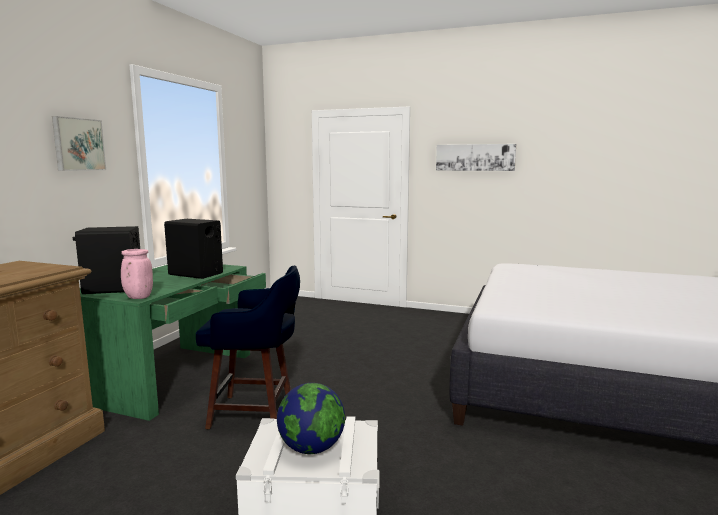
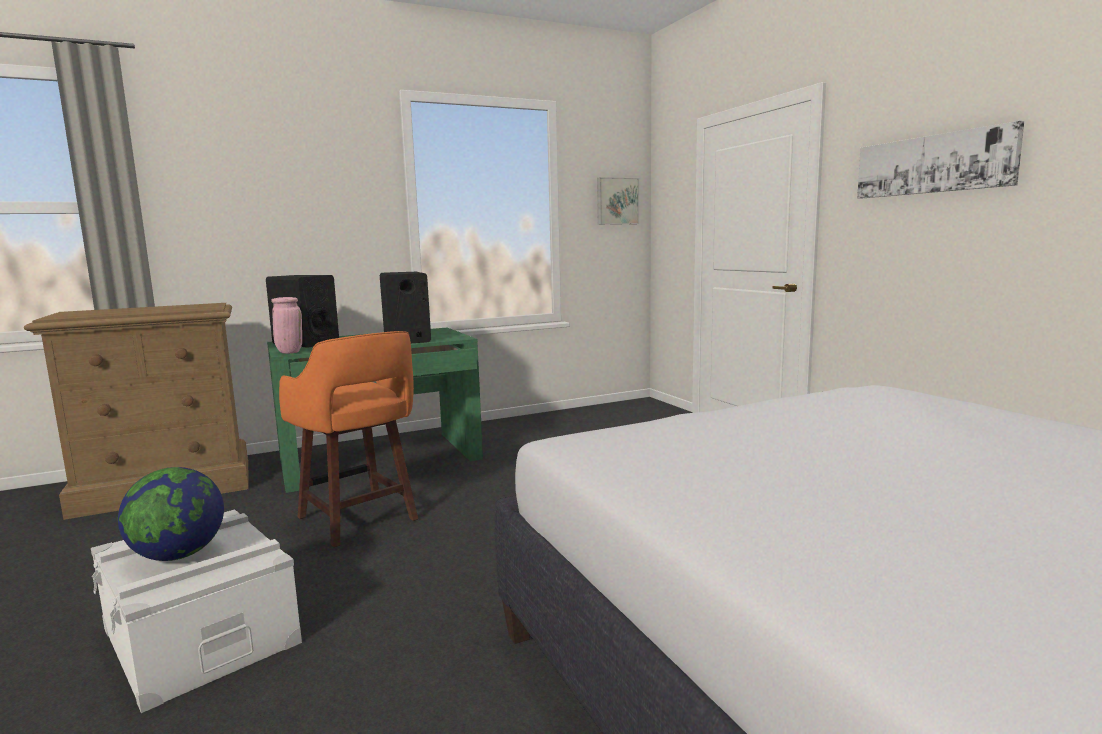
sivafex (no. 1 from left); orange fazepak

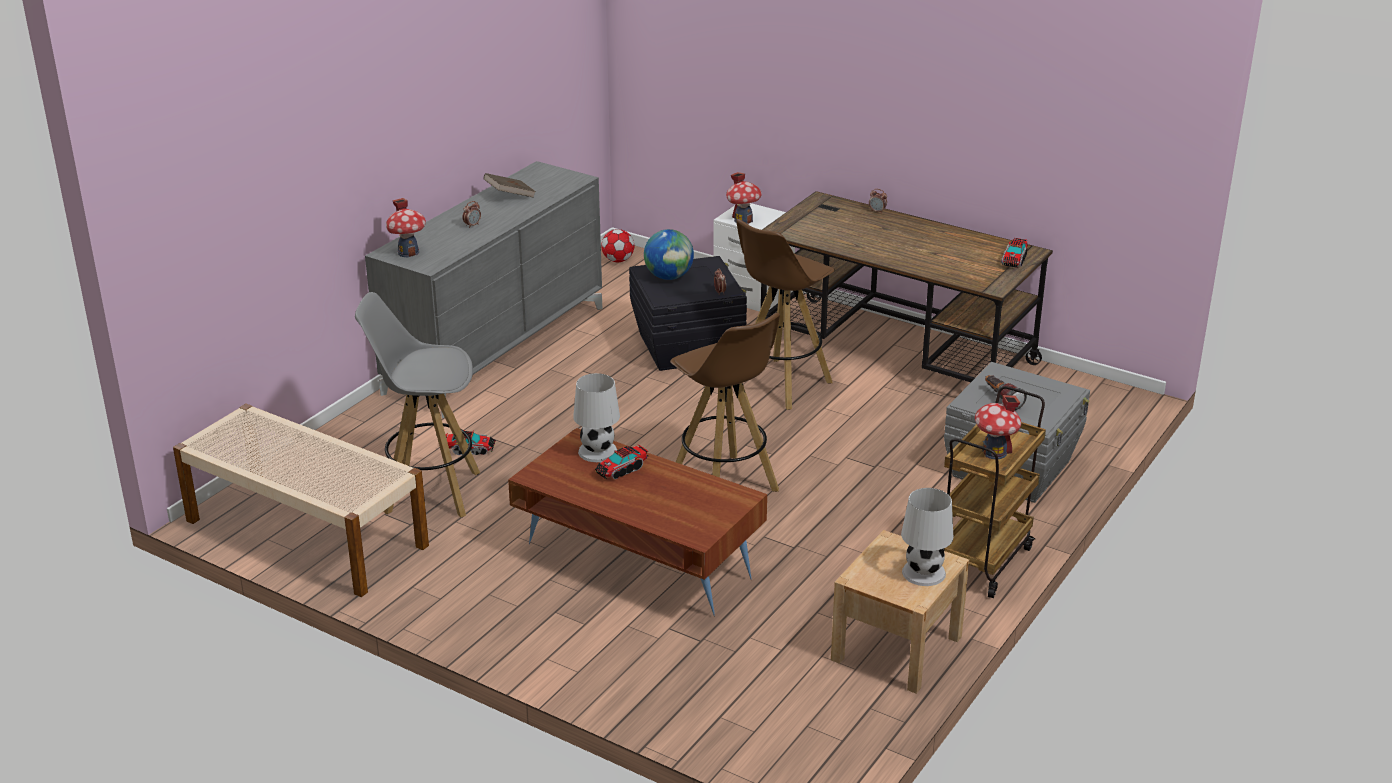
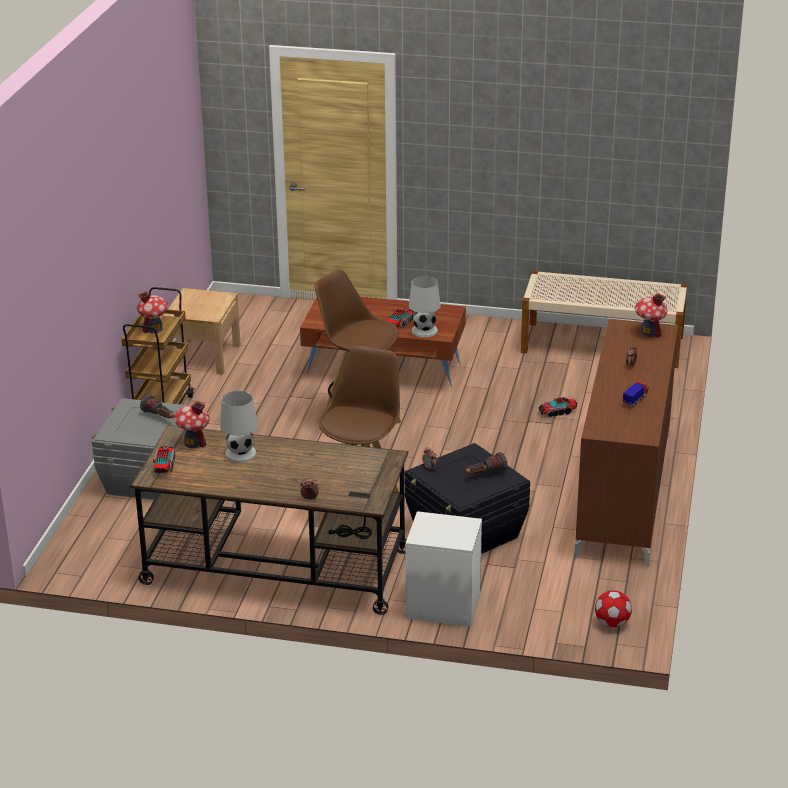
grey fazepak; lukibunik (no. 2 from left); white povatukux (no. 1 from left); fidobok (no. 4 from left); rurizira (no. 2 from left); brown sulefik

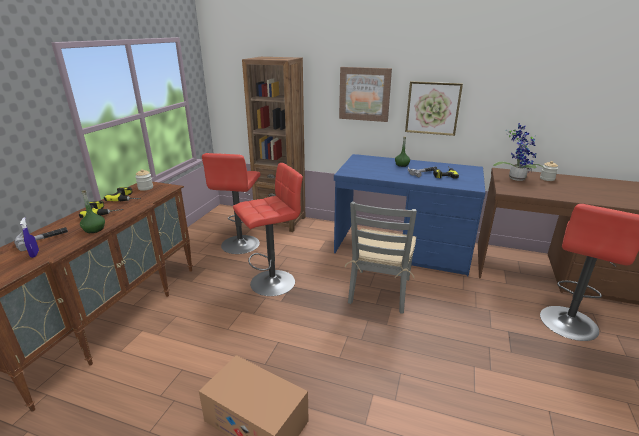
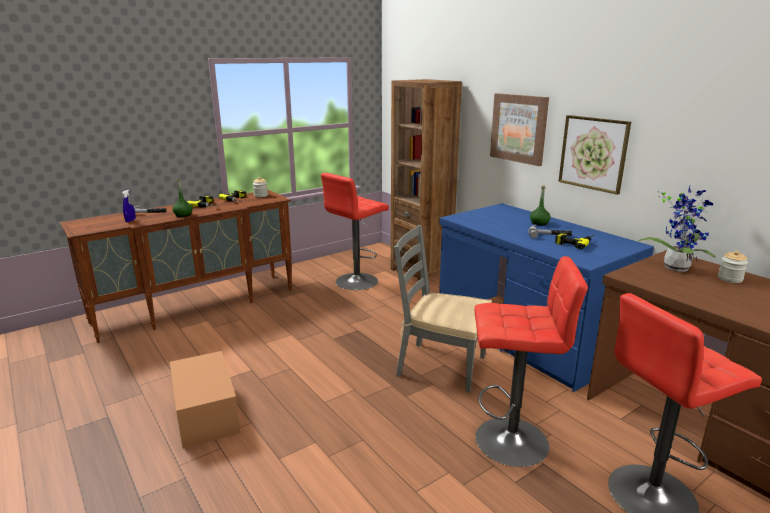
red fazepak (no. 2 from left); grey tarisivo

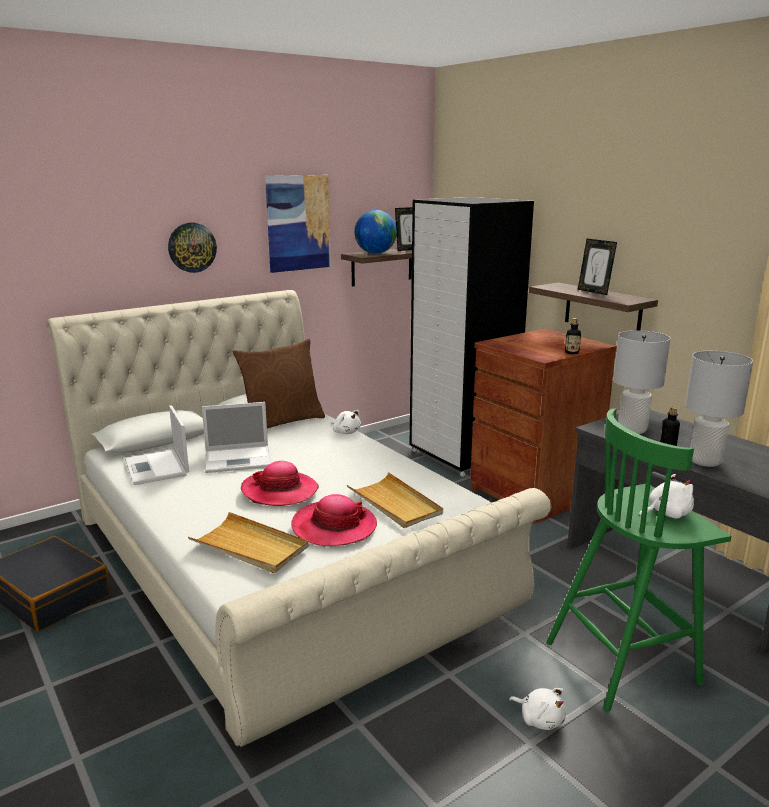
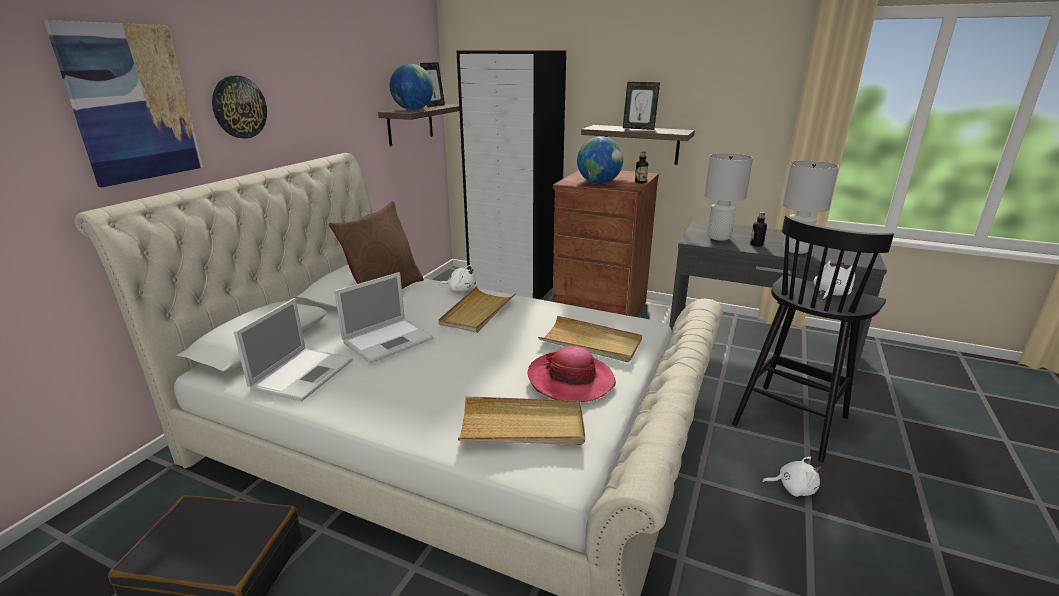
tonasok (no. 1 from left in the first image); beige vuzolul (no. 1 from left); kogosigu (no. 2 from left); sivafex; black fazepak; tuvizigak (no. 1 from left)

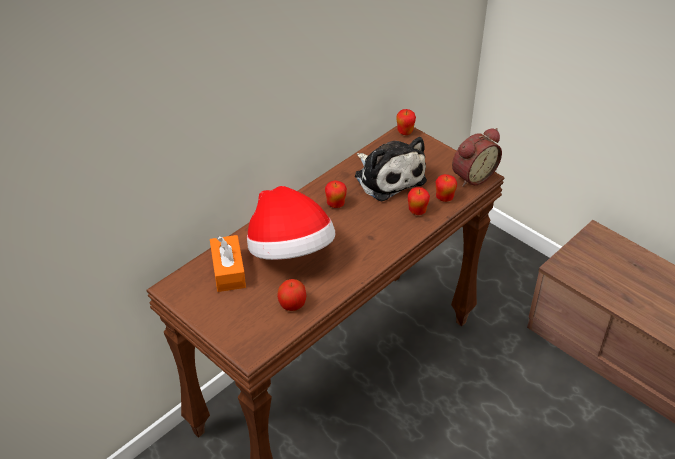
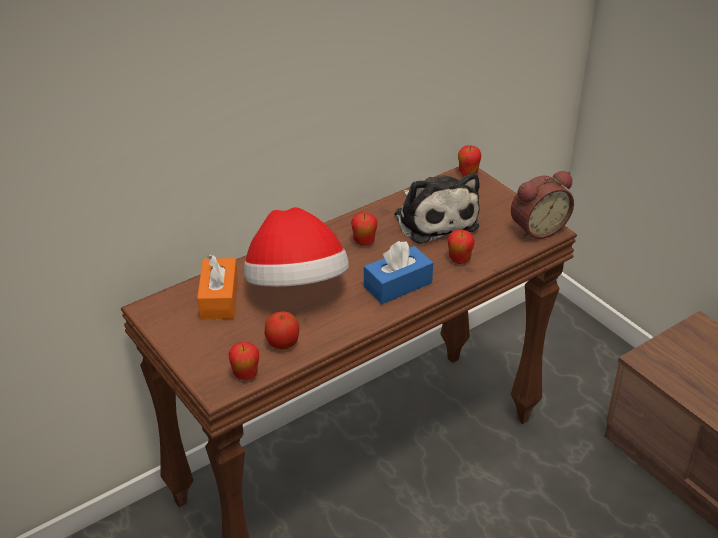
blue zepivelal; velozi (no. 1 from left)

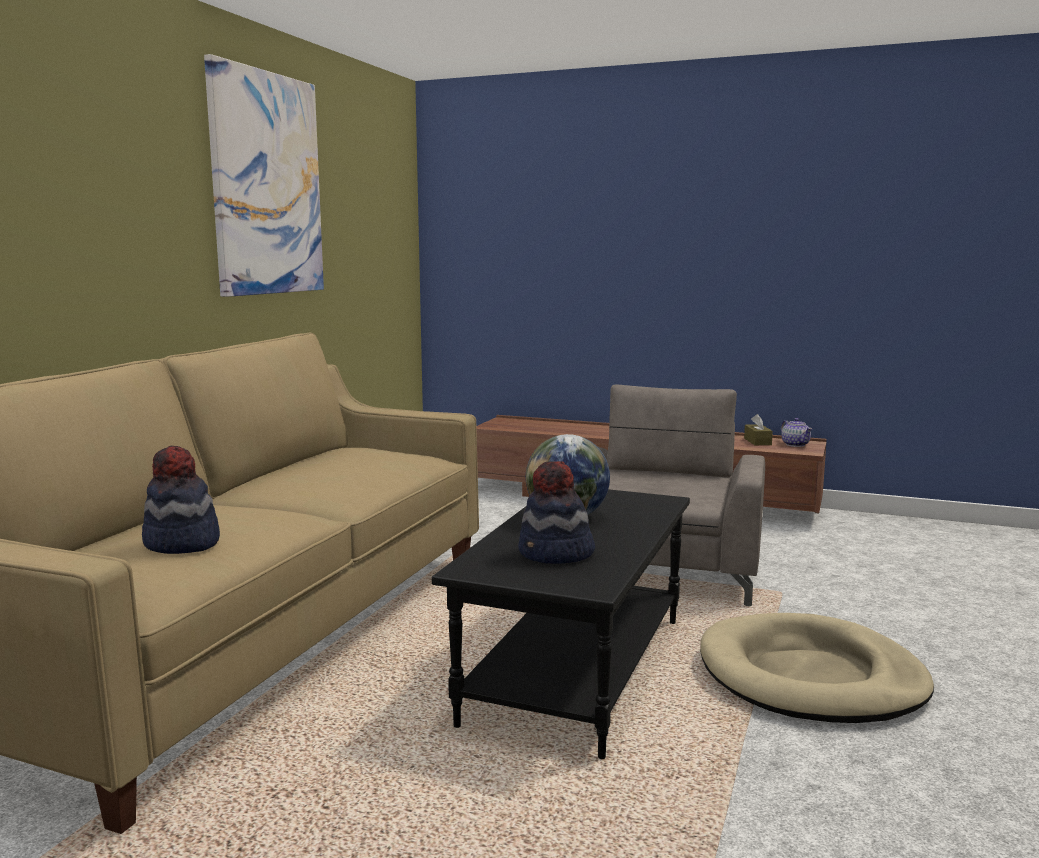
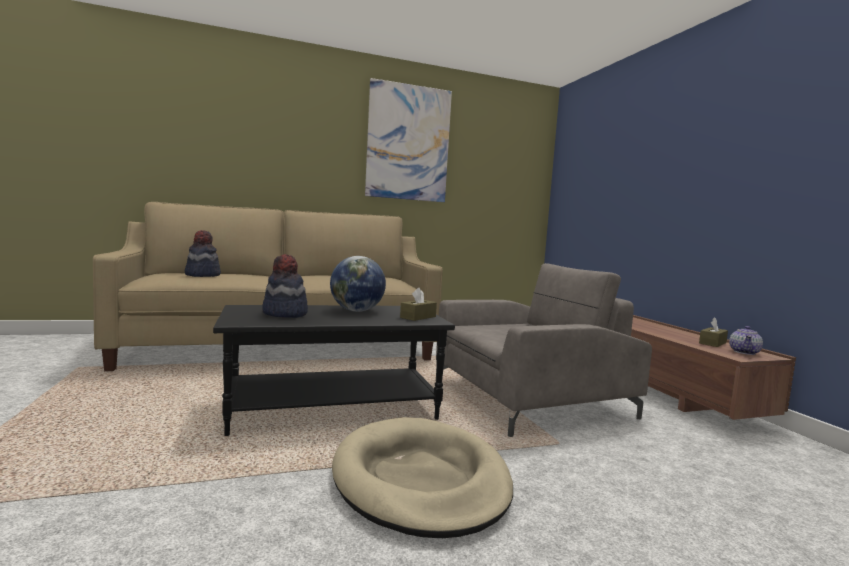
brown zepivelal (no. 1 from left)

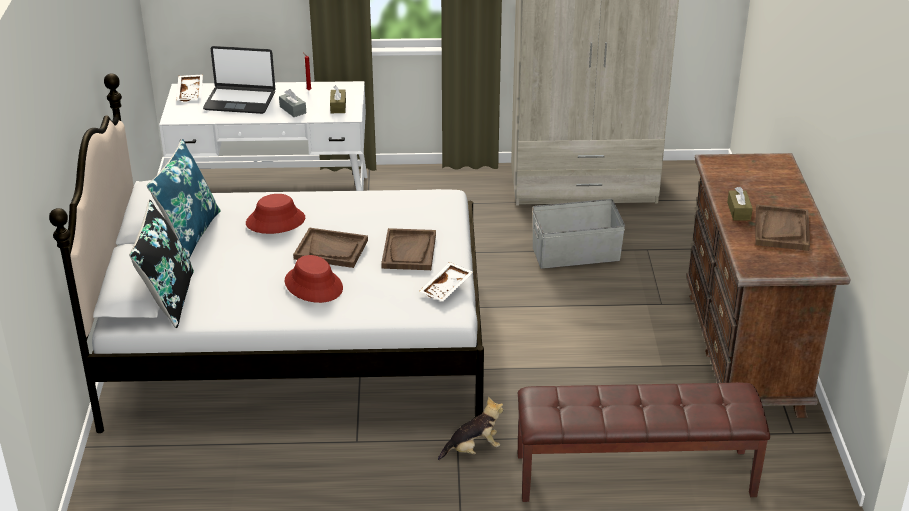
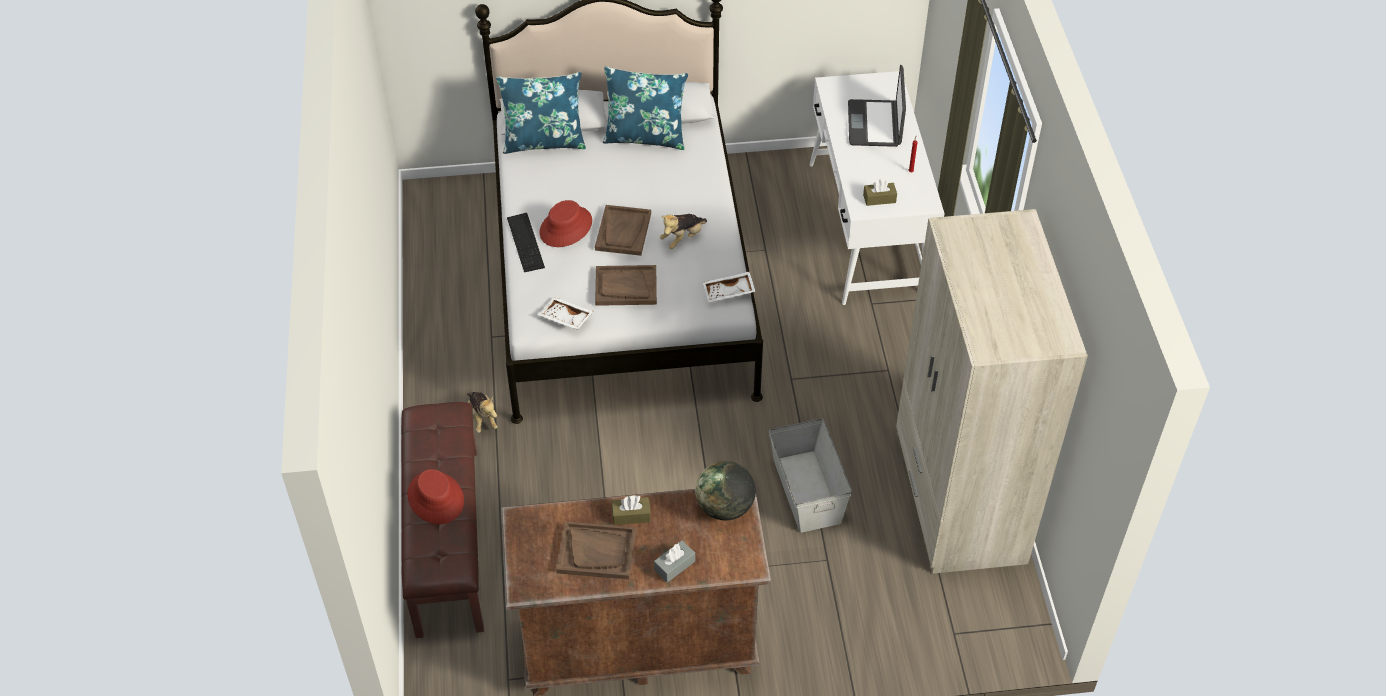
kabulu; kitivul (no. 2 from left); kogosigu; white vuzolul (no. 2 from left); red tonasok (no. 1 from left); grey zepivelal; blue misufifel (no. 1 from left)

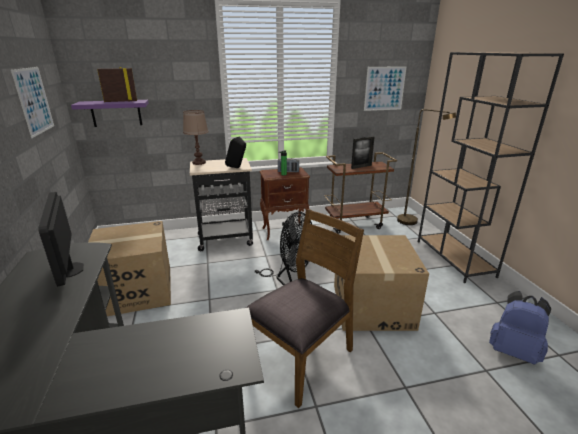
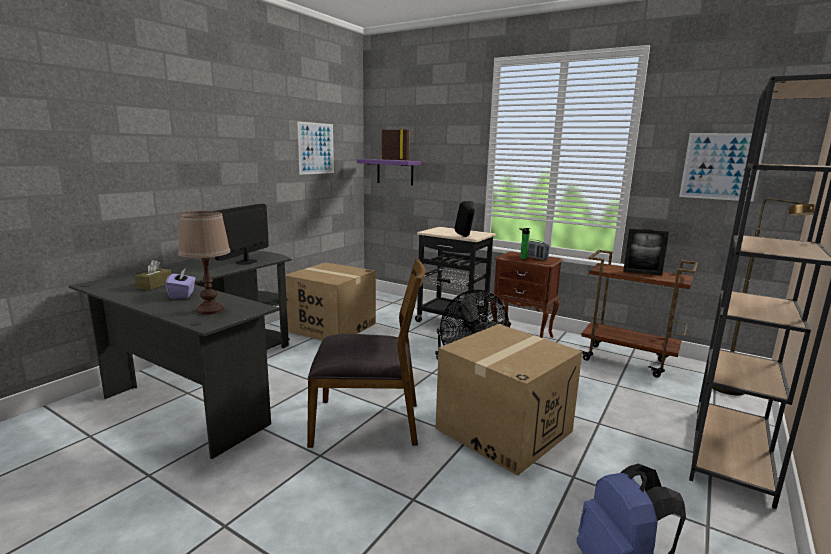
brown zepivelal; purple zepivelal; brown povatukux

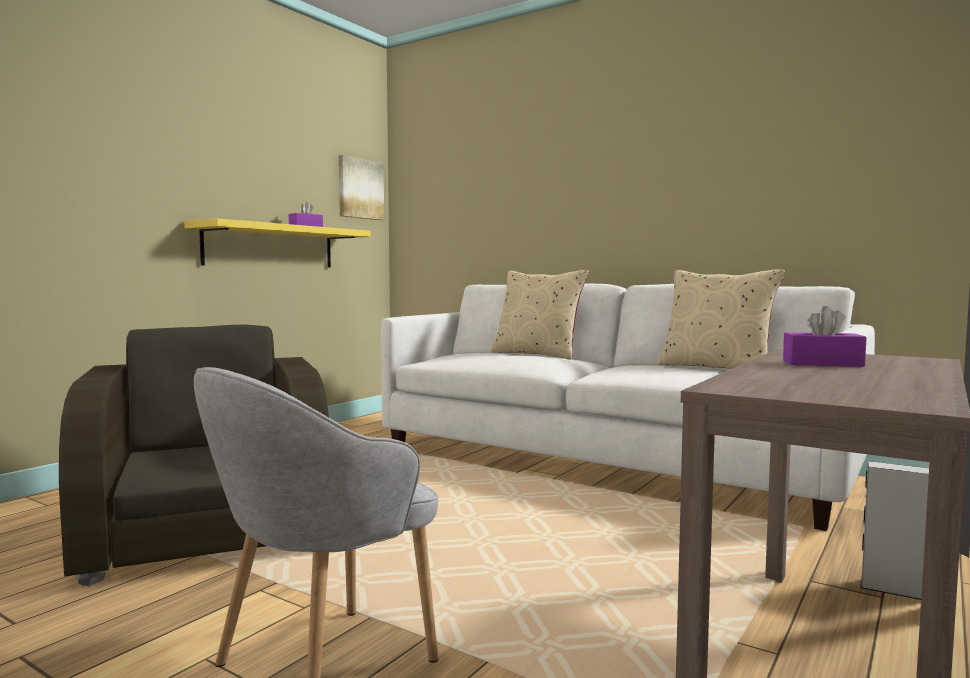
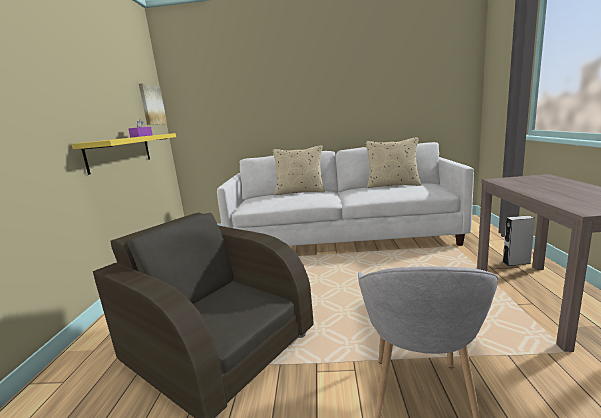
purple zepivelal (no. 2 from left in the first image)

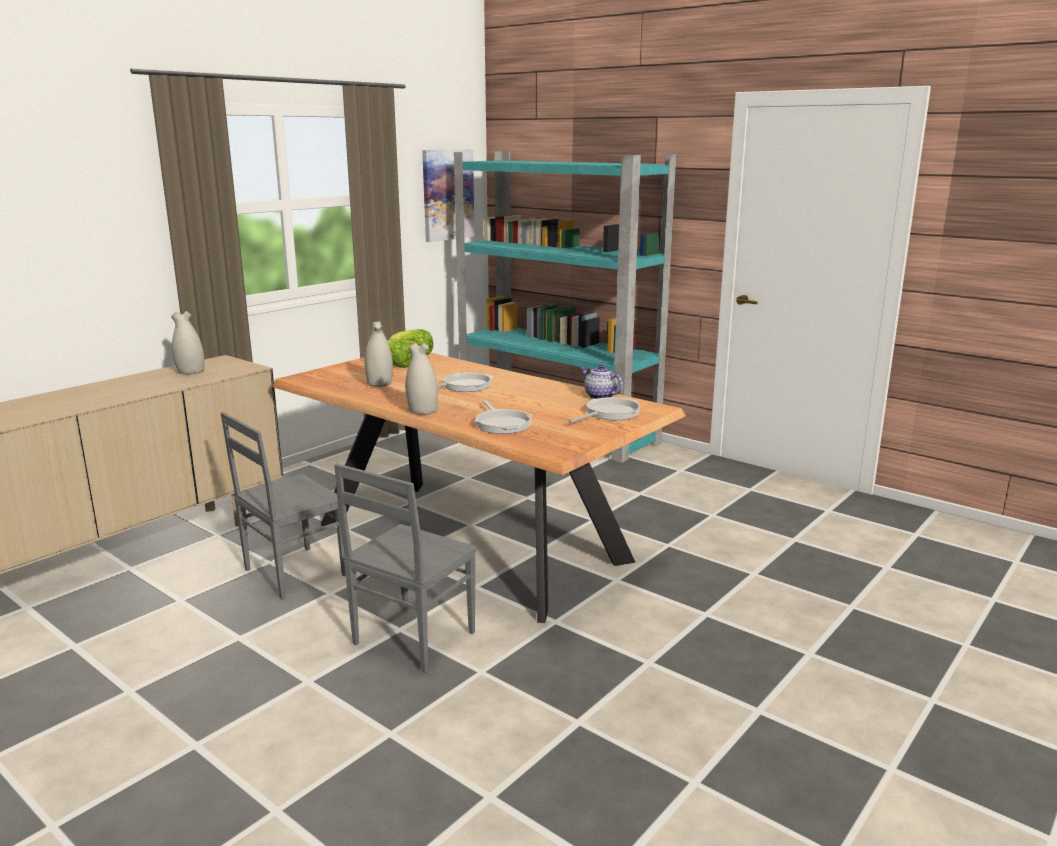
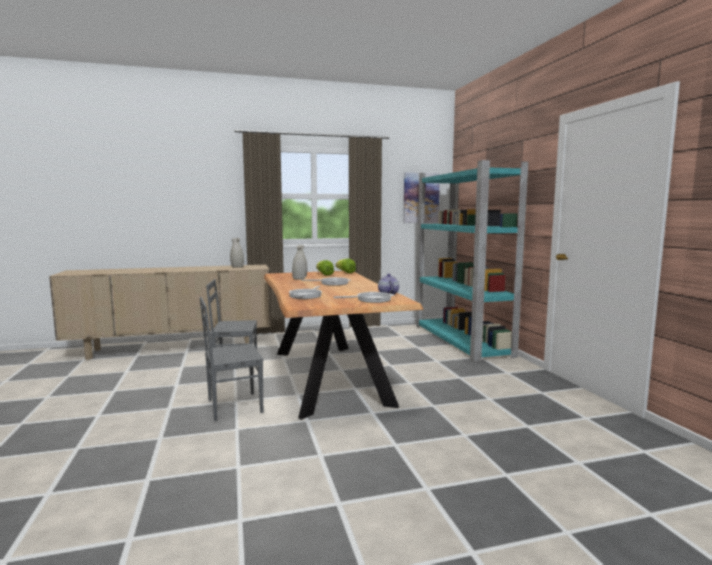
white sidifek (no. 3 from left in the first image)

